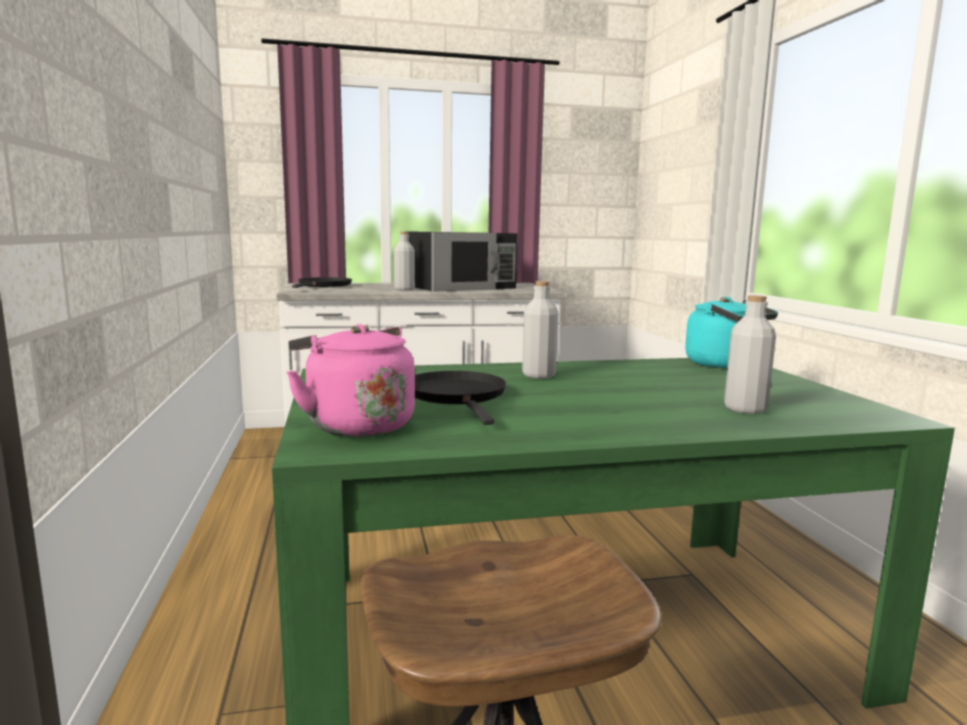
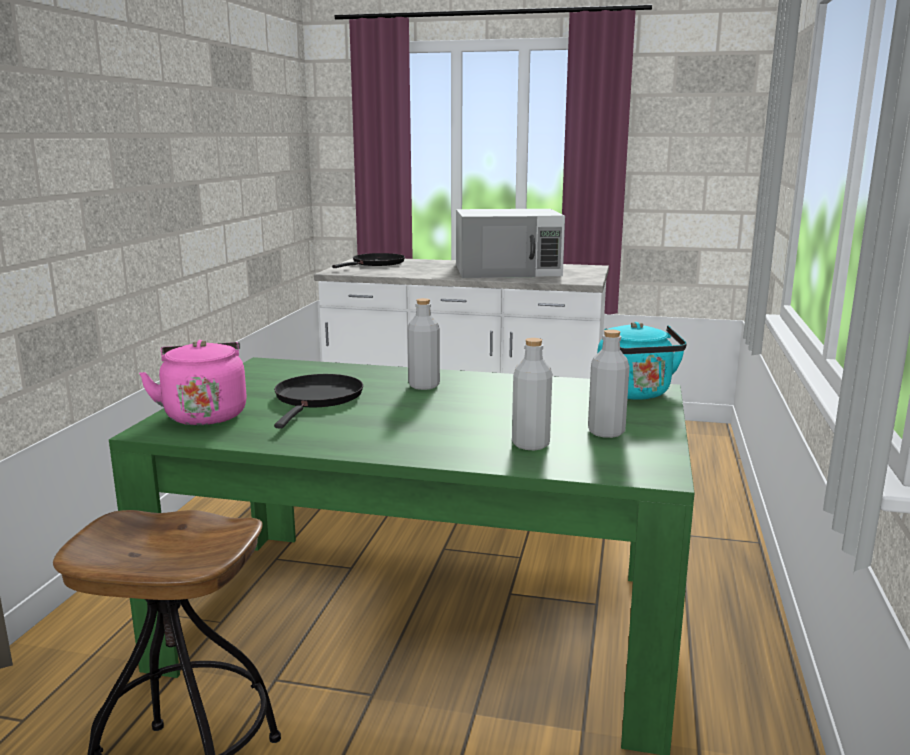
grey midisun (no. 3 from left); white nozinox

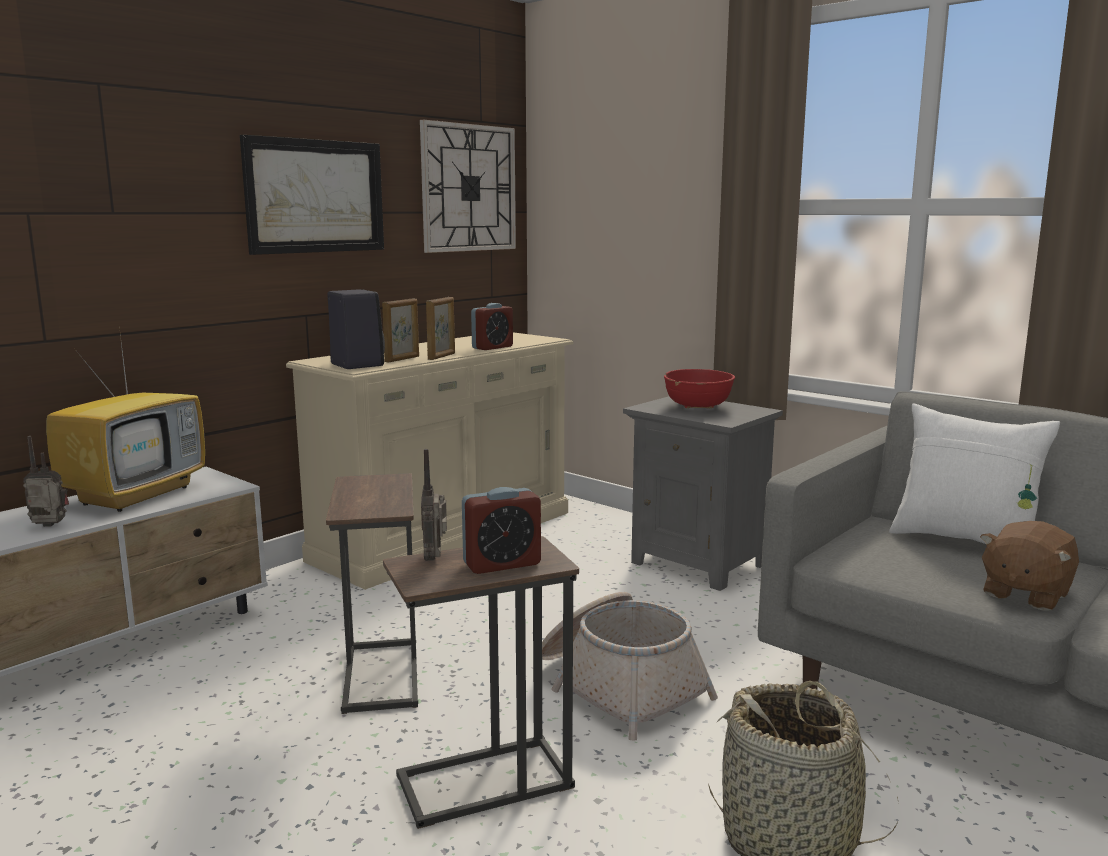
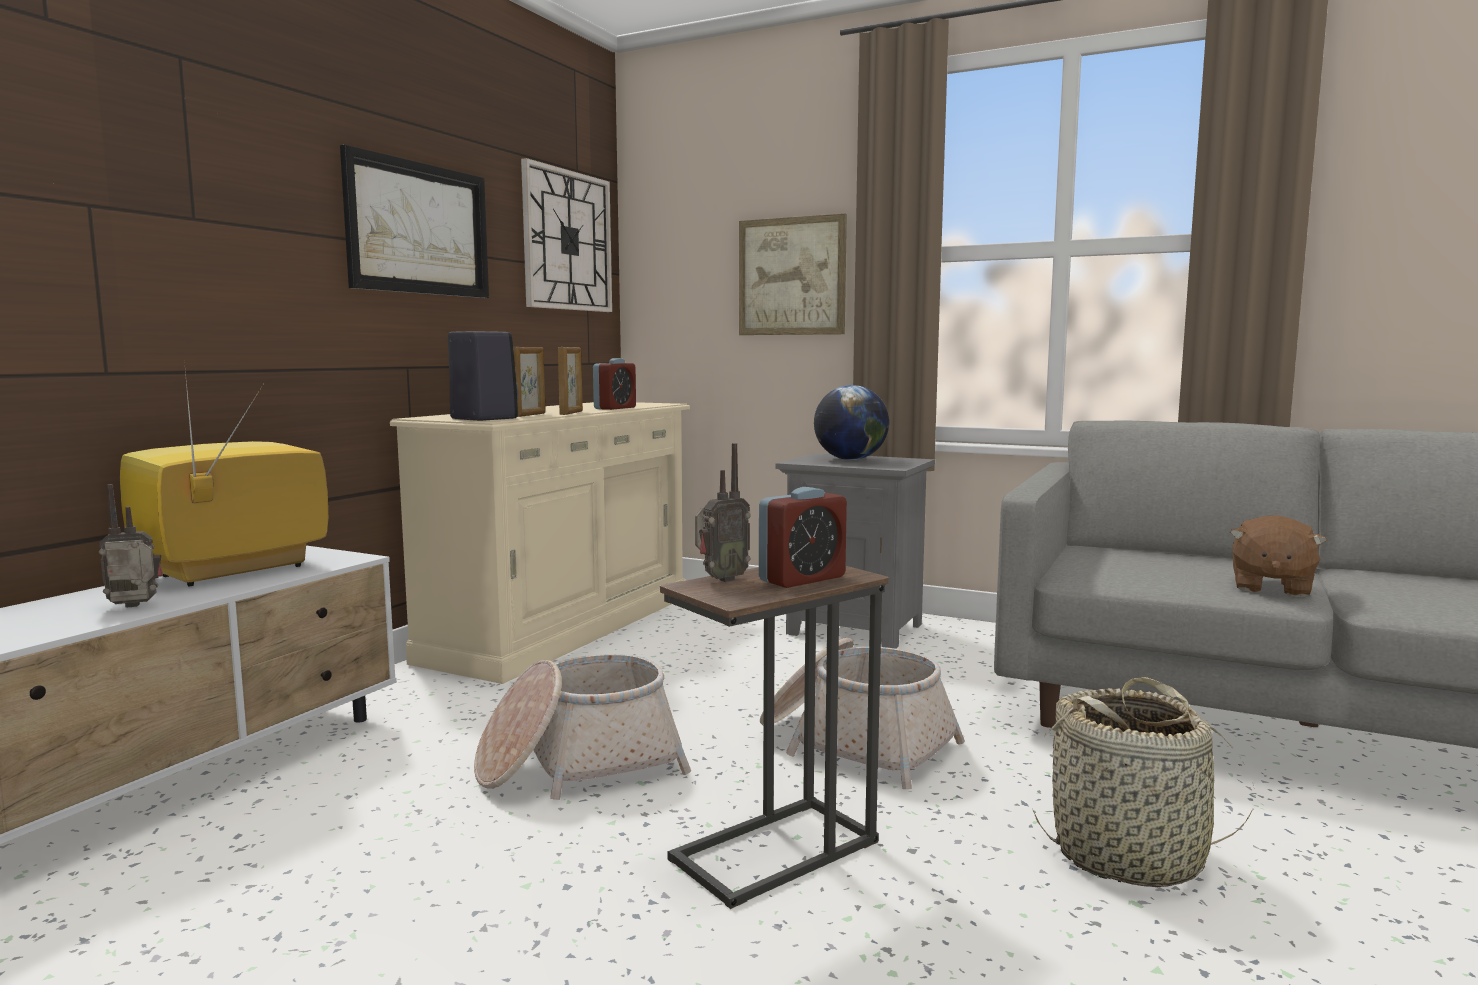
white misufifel; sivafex (no. 2 from left); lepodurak (no. 1 from left); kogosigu; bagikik; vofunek (no. 2 from left)

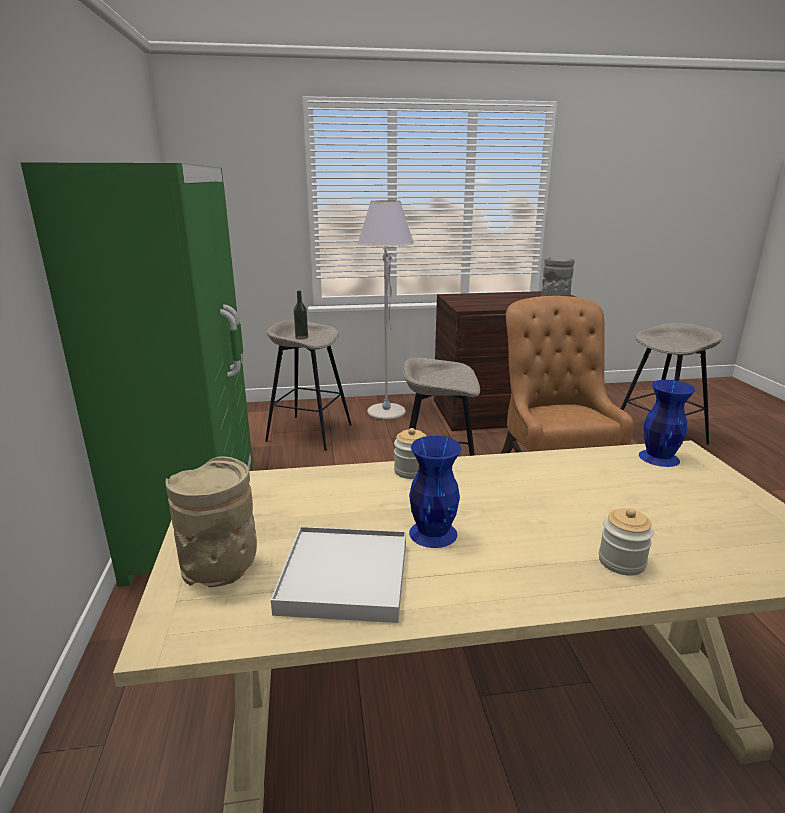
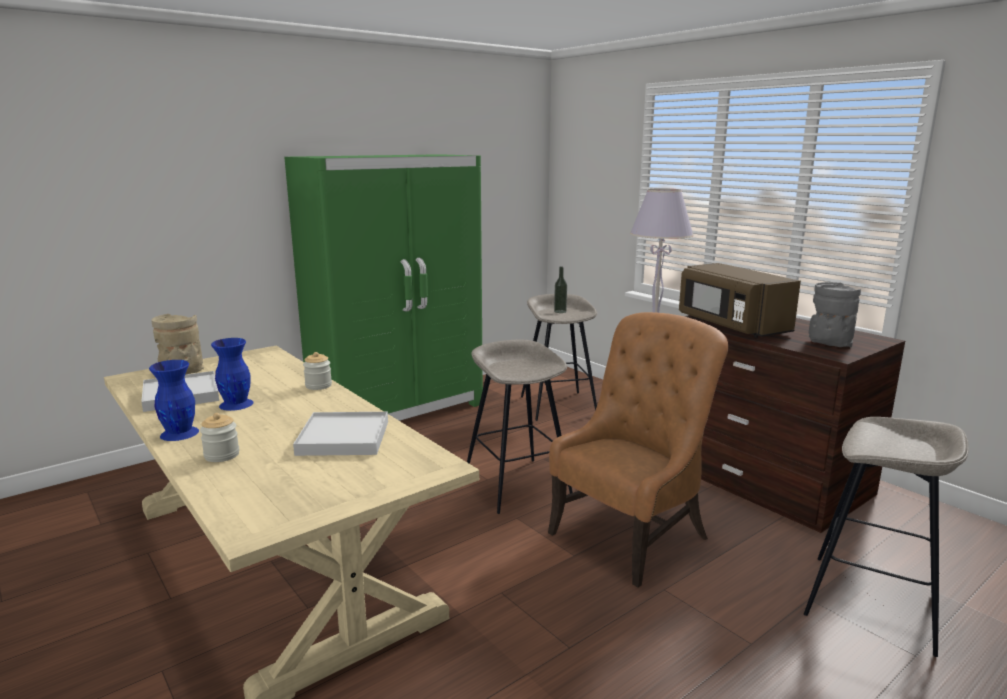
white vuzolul (no. 2 from left); brown nozinox; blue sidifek (no. 1 from left)

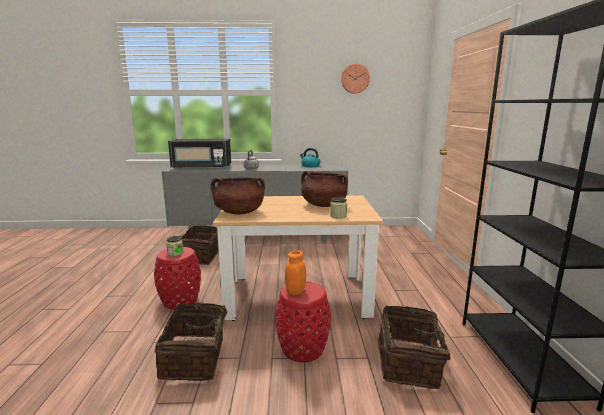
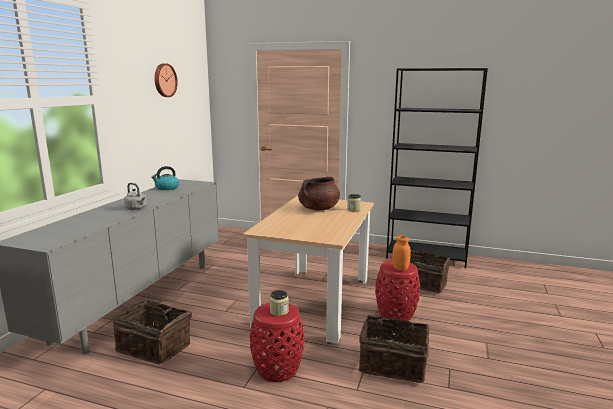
black nozinox; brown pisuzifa (no. 1 from left in the first image)

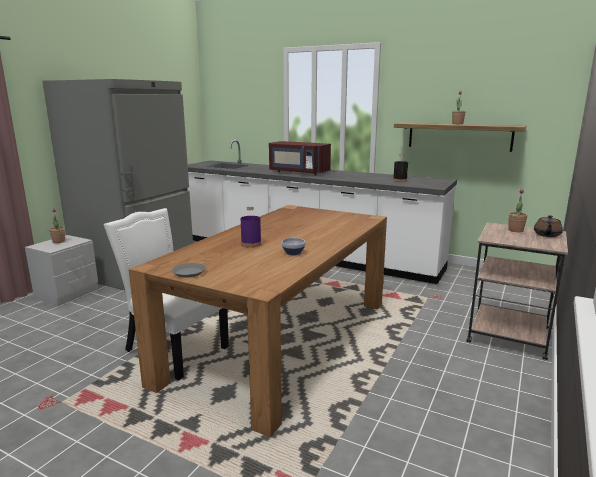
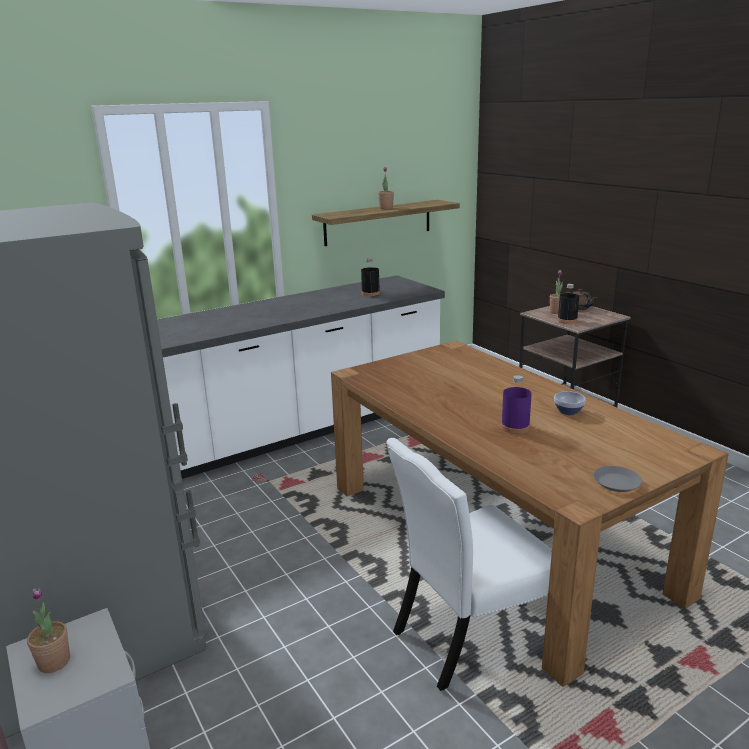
red nozinox; black midisun (no. 2 from left)

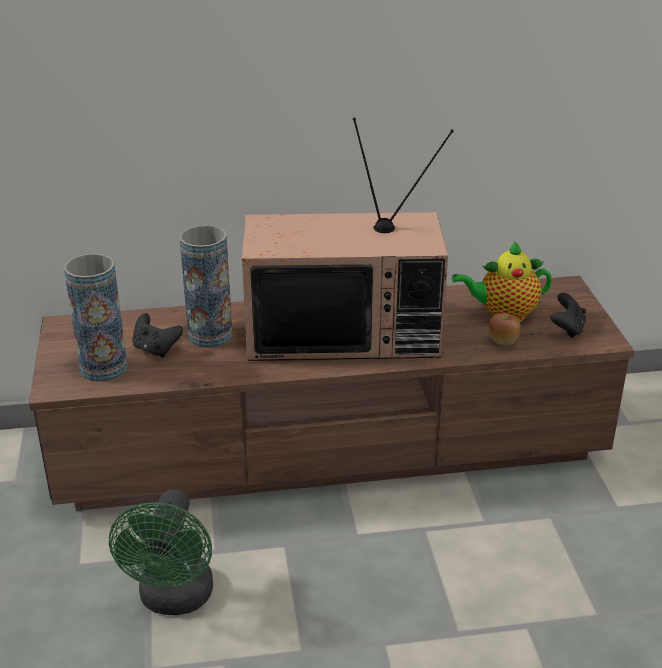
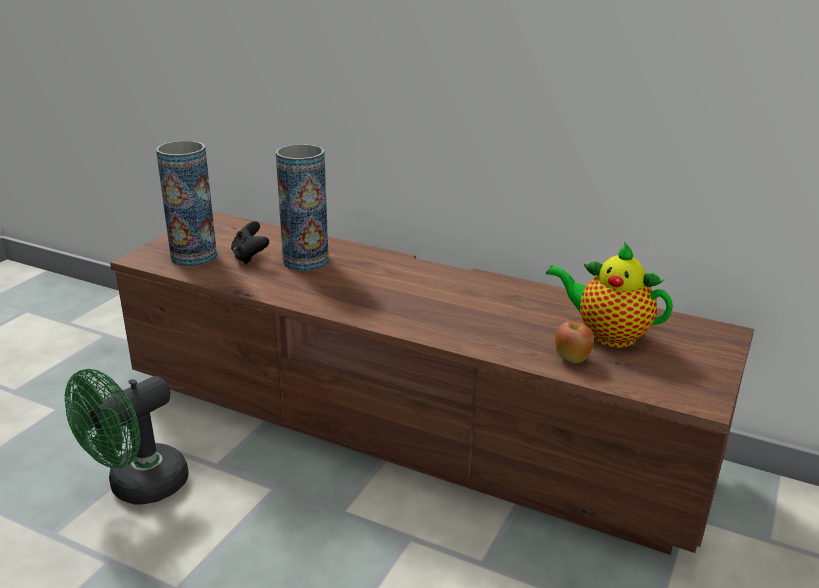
bagikik; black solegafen (no. 2 from left in the first image)

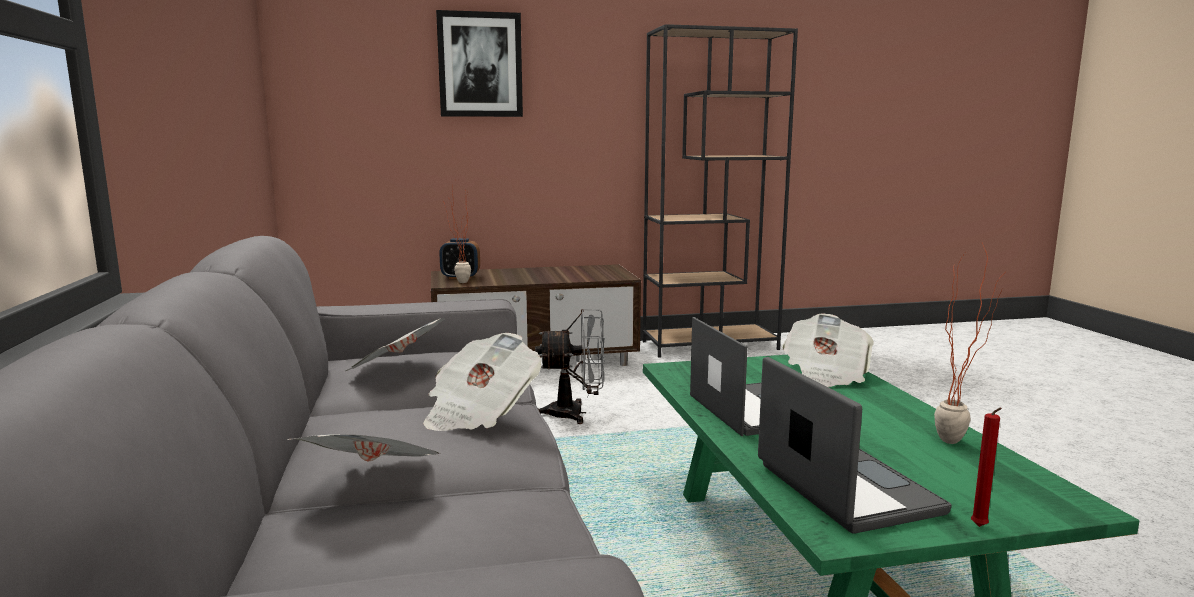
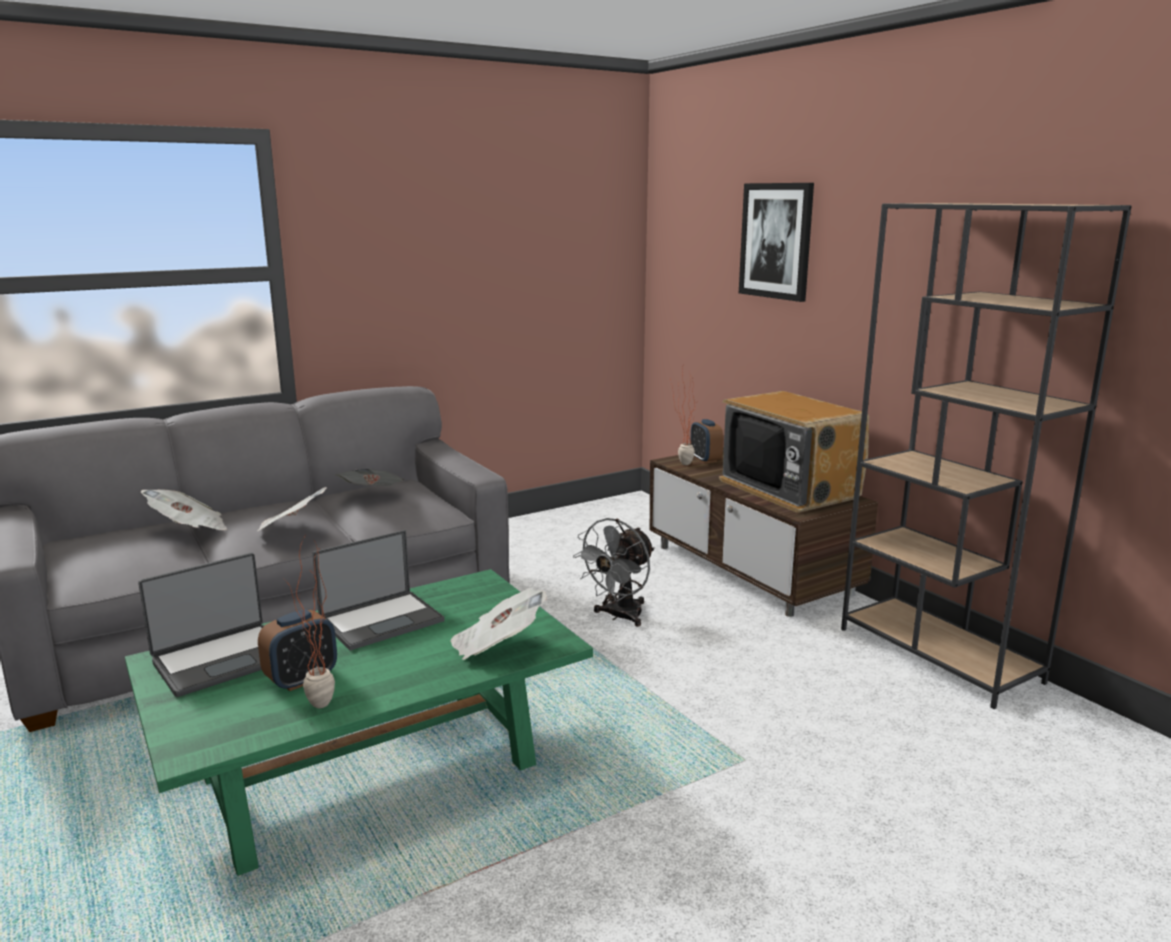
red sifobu; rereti (no. 1 from left); bagikik; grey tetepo

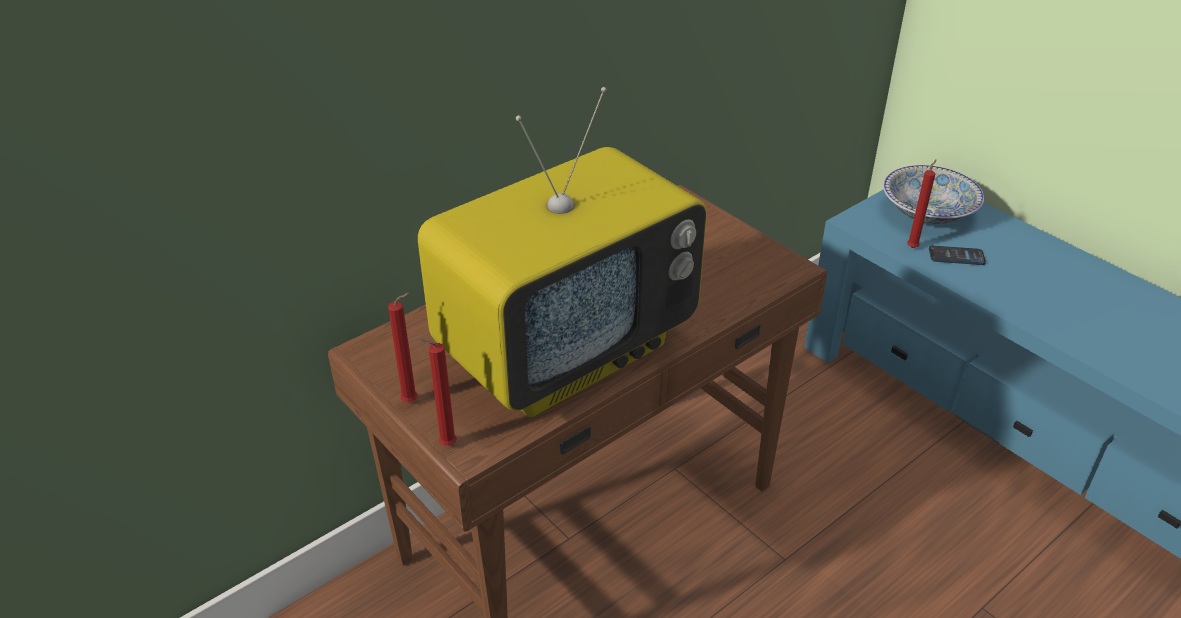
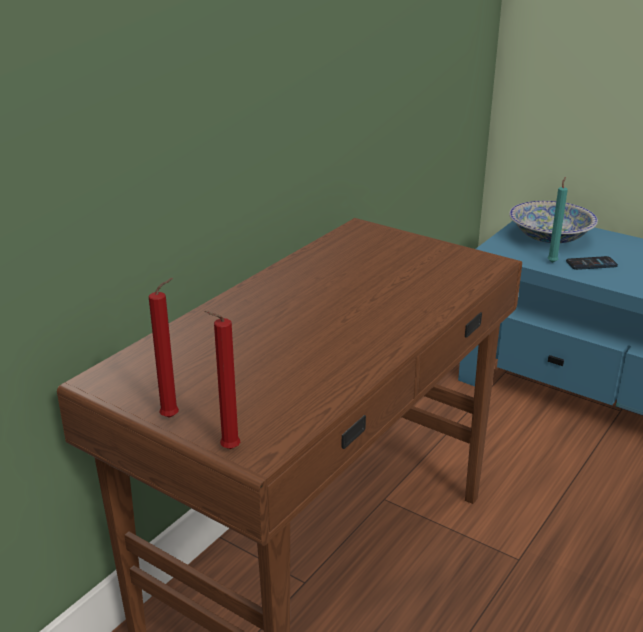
bagikik; turquoise sifobu

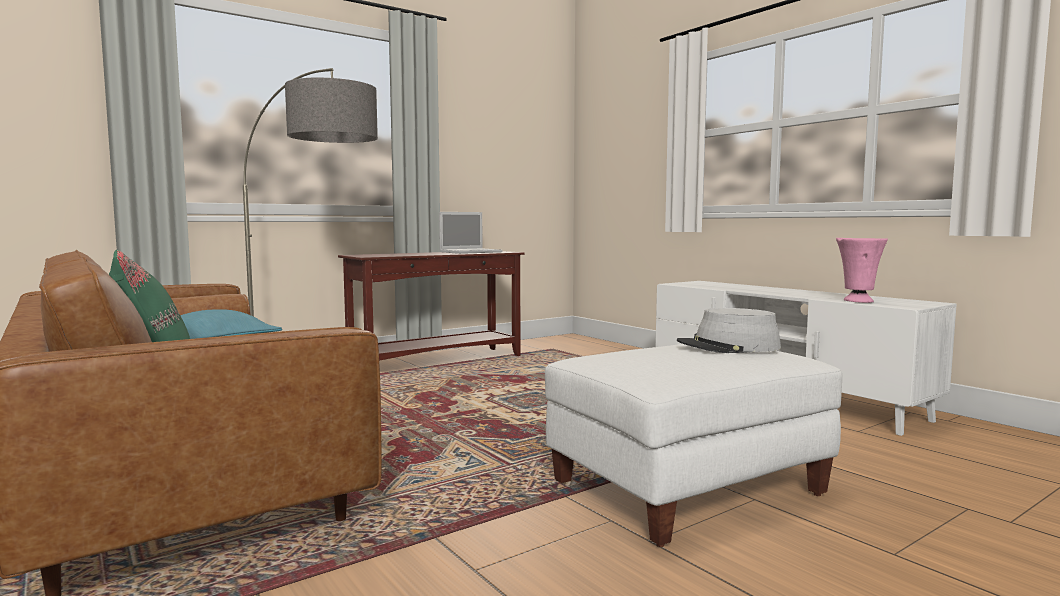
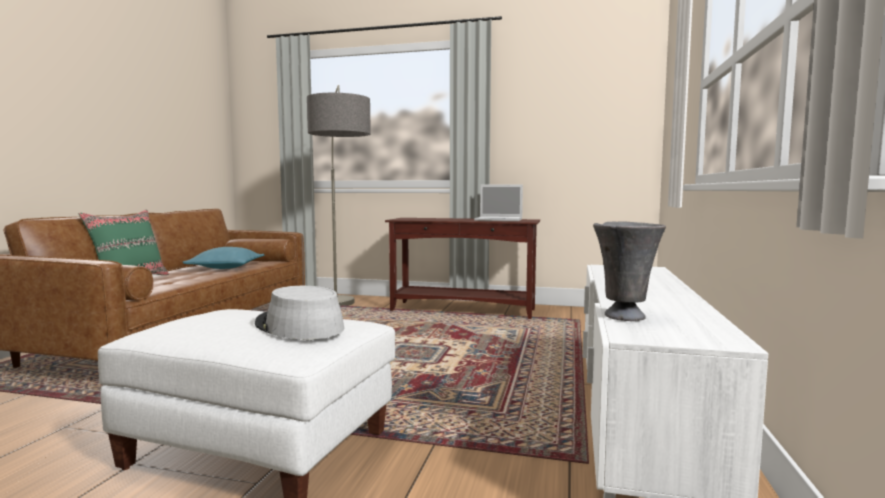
grey sidifek

